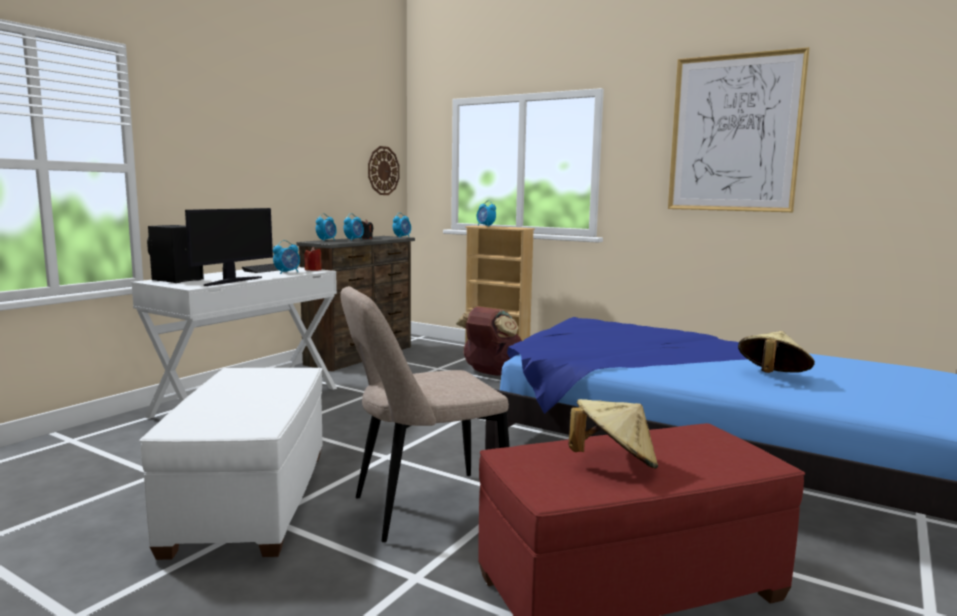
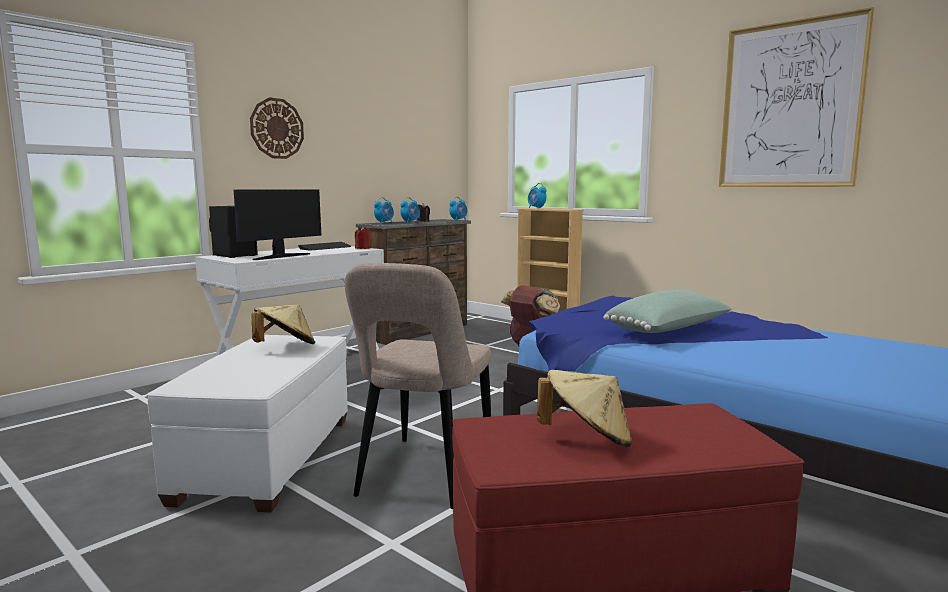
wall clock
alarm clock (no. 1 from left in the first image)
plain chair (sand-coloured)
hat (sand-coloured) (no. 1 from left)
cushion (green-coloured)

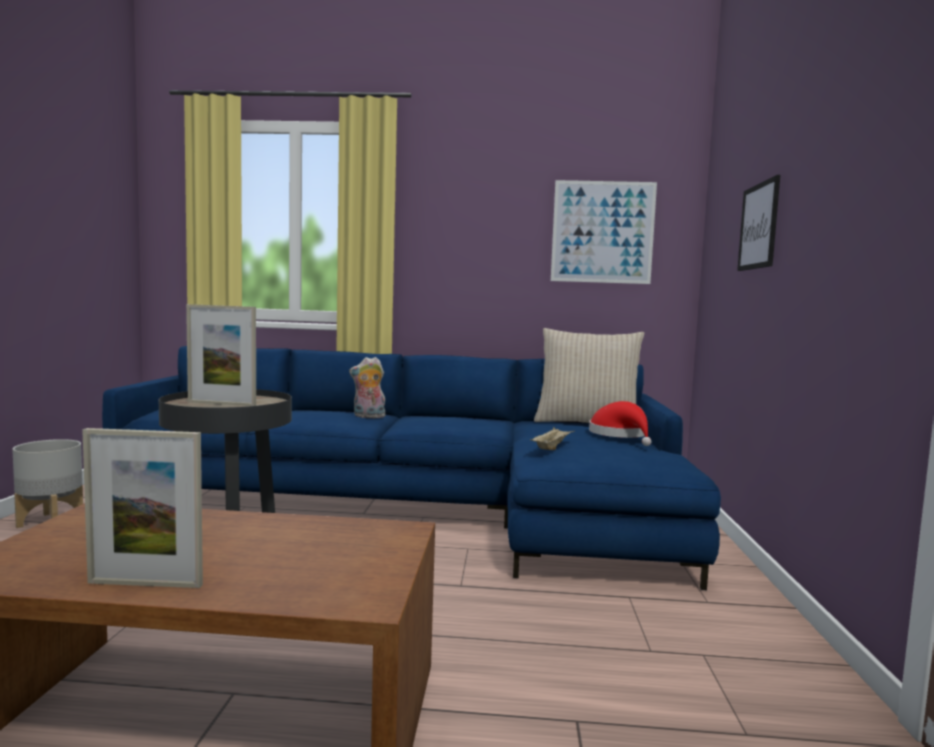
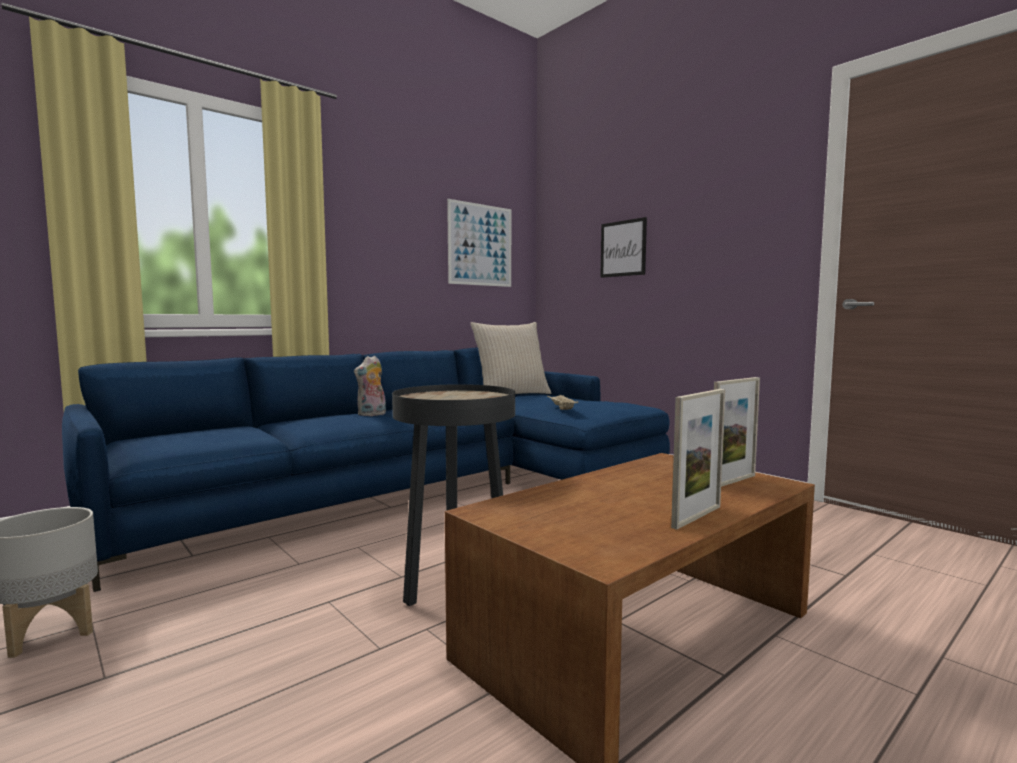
standing frame (no. 2 from left)
hat (red)

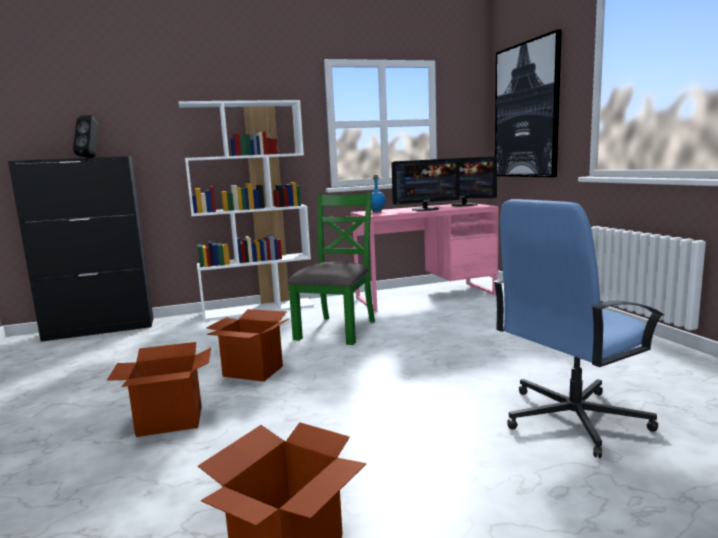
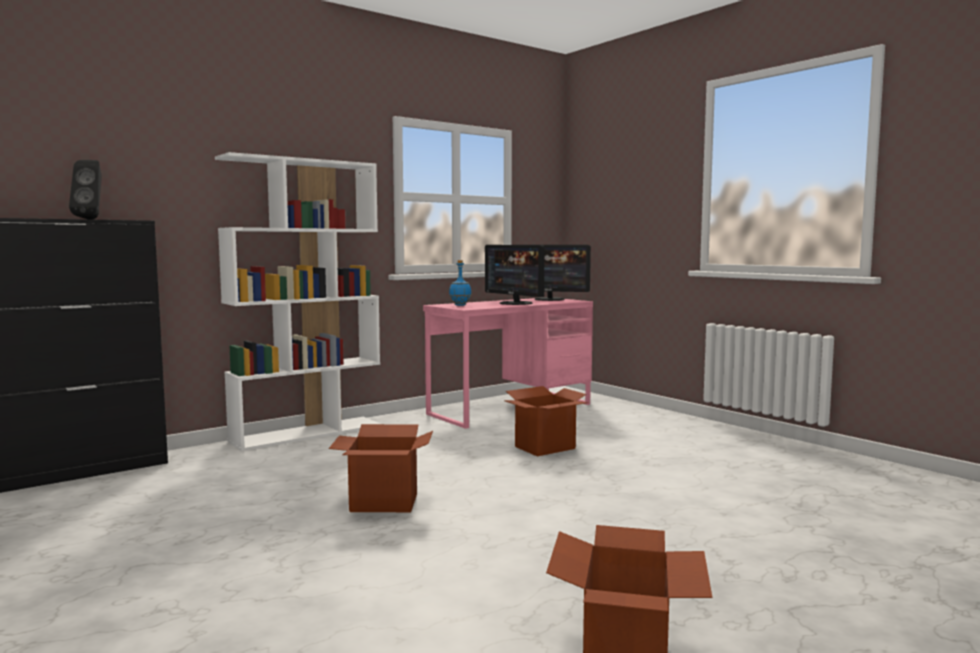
picture
monitor (no. 1 from left)
plain chair (green-coloured)
computer chair (blue)
packing box (no. 2 from left)

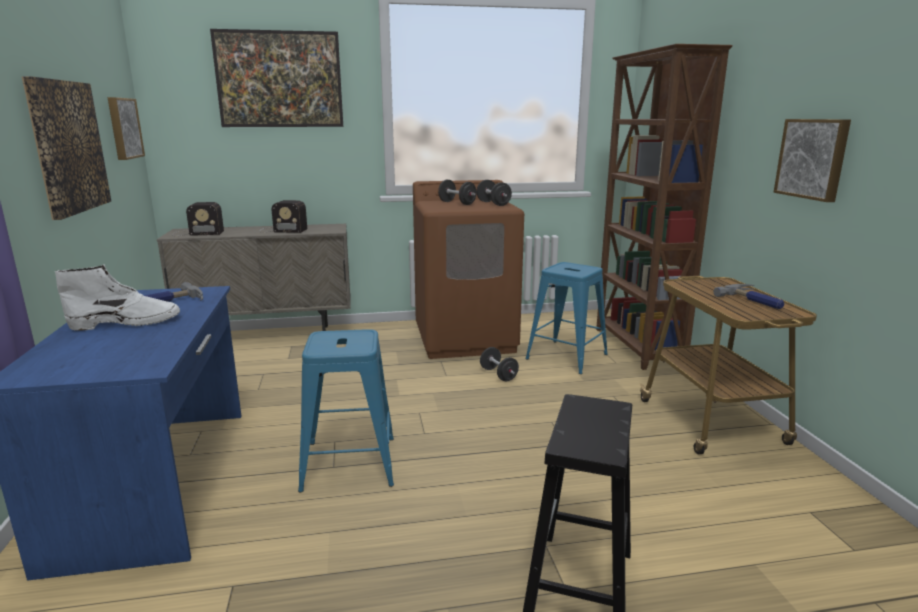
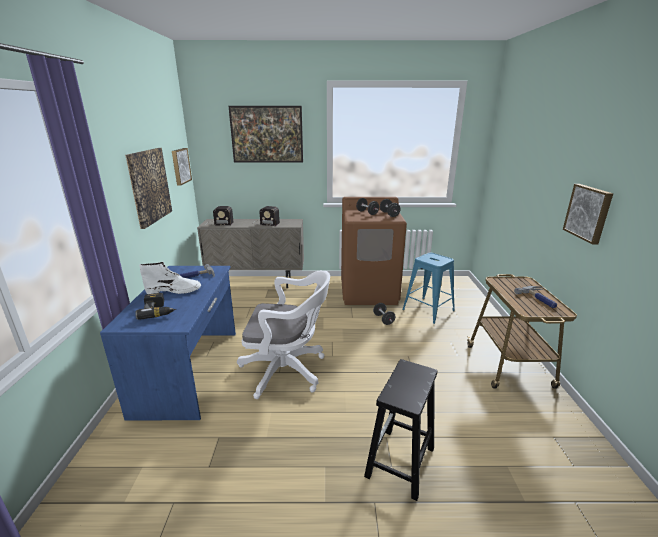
bookshelf (brown-coloured)
computer chair (white)
power drill

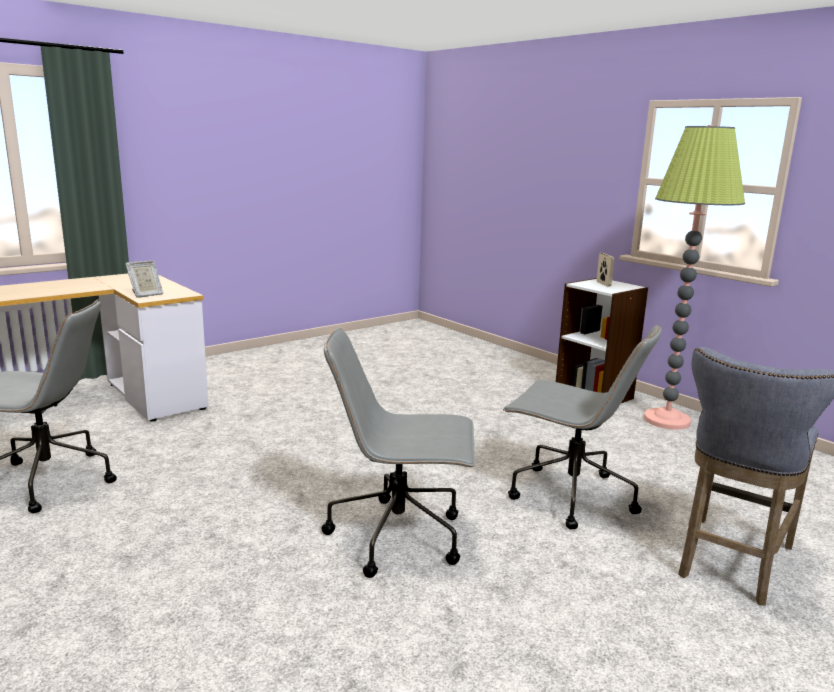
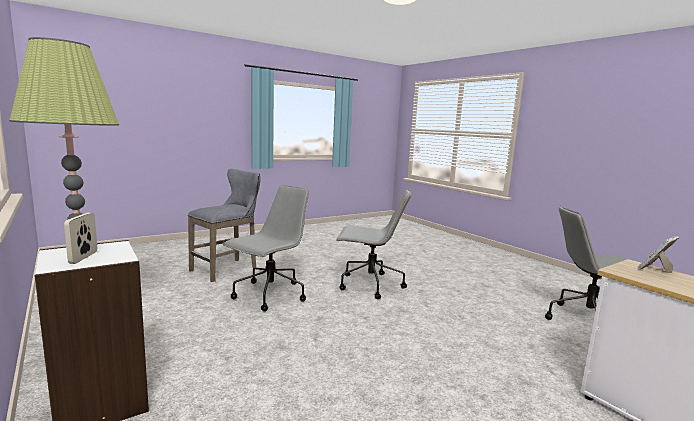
computer chair (greyish) (no. 1 from left)

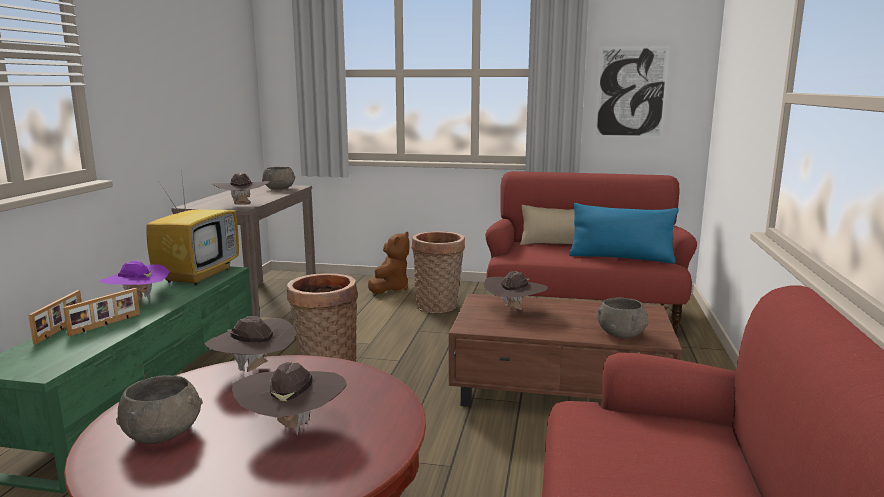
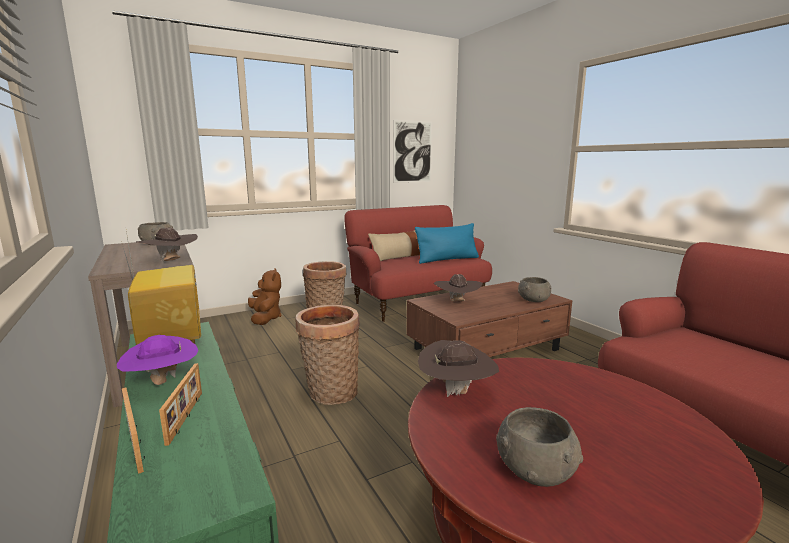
hat (brown-coloured) (no. 3 from left in the first image)

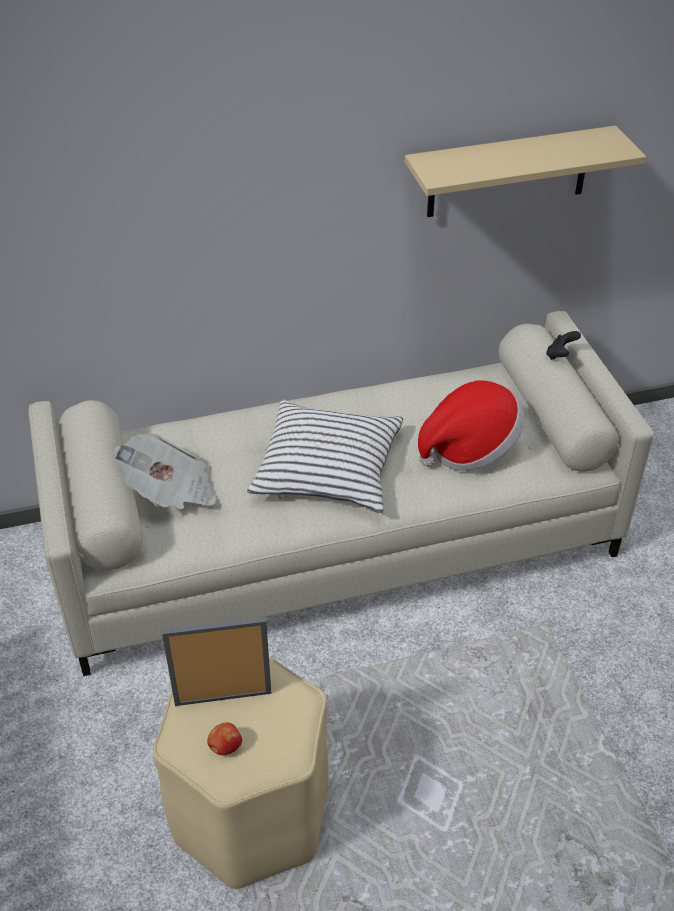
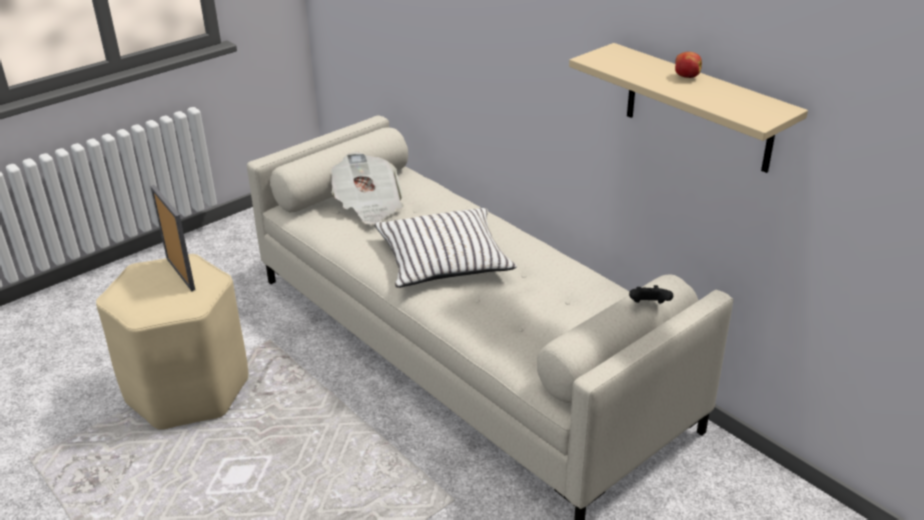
hat
whole apple

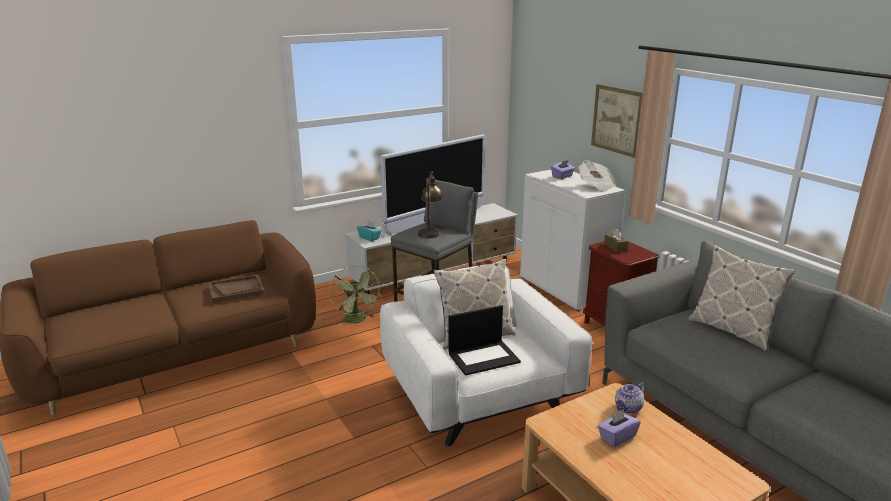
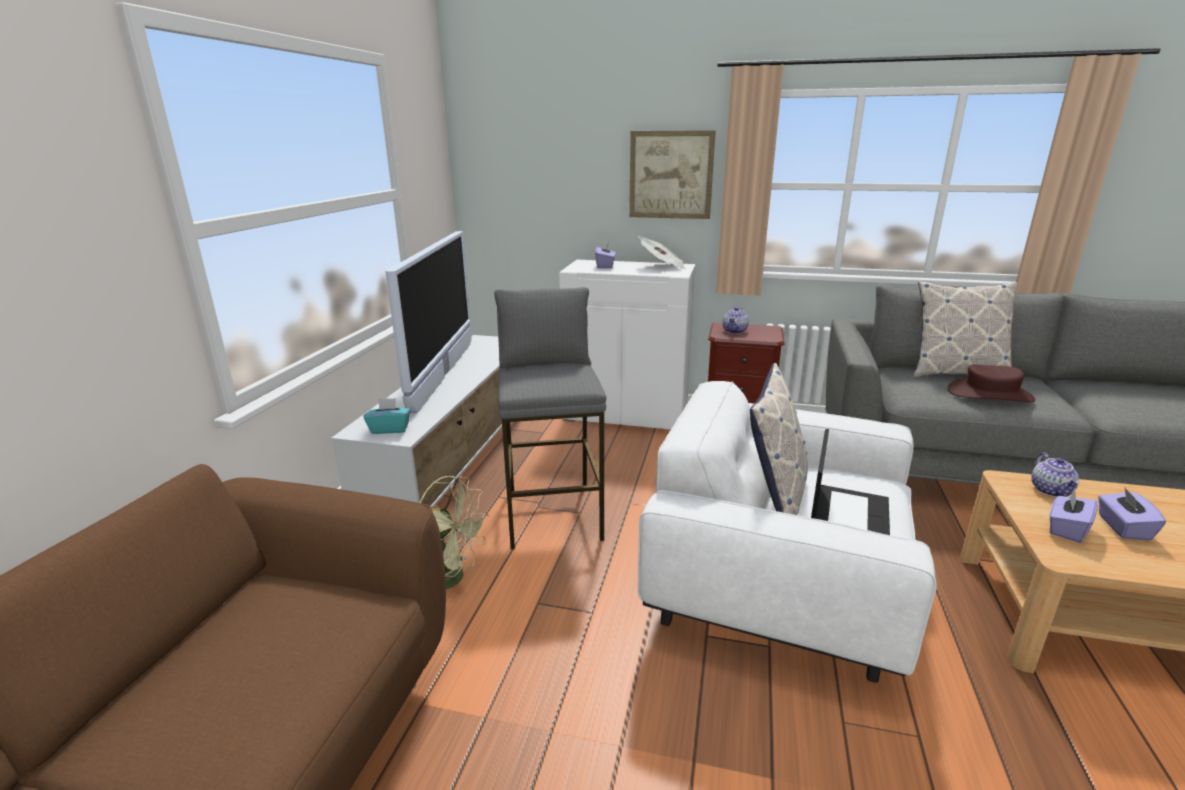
table lamp
teapot (no. 1 from left)
tray (brown-coloured)
hat (brown-coloured)
box of tissues (purplish) (no. 2 from left)

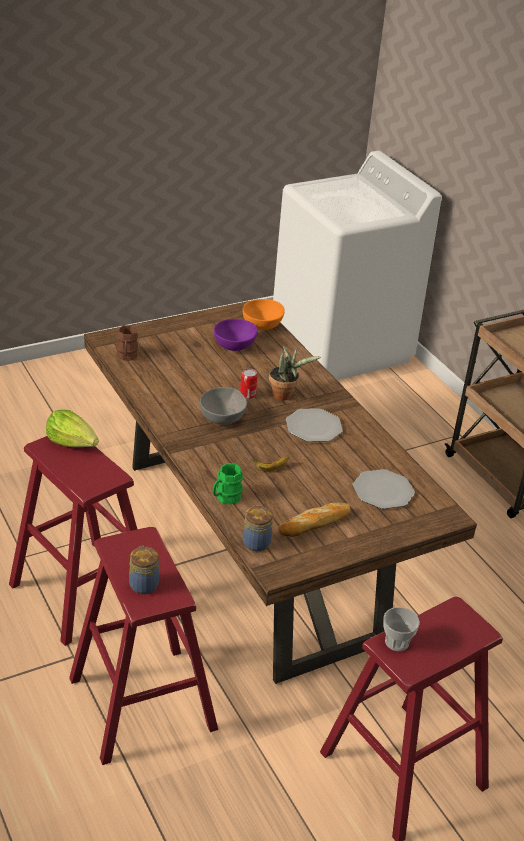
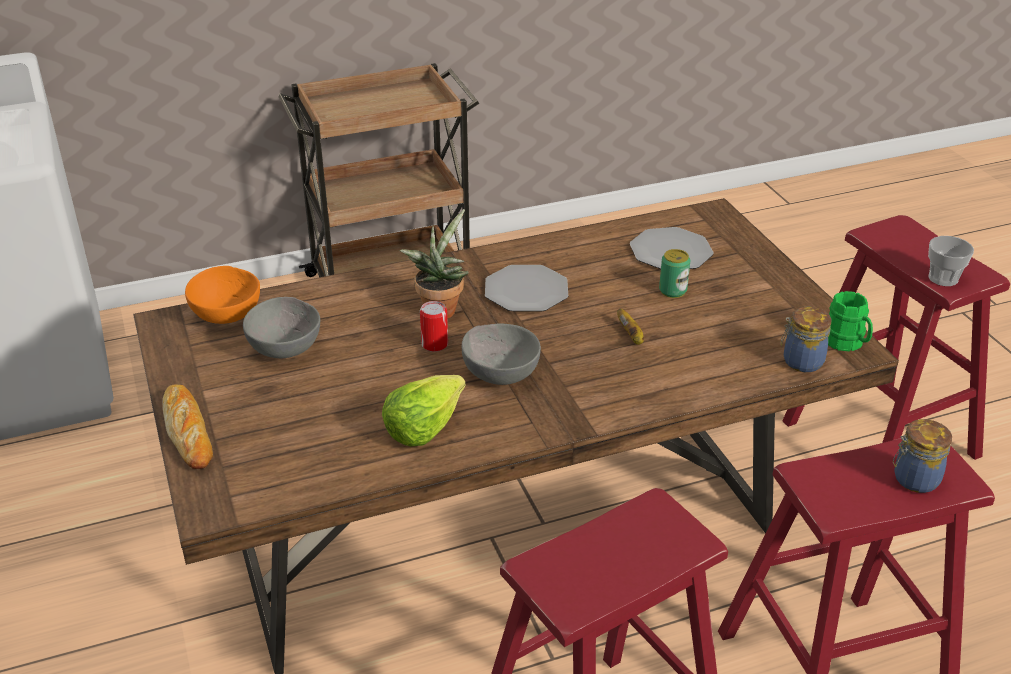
bowl (greyish) (no. 1 from left)
coffee mug (brown-coloured)
lettuce
coffee mug (green-coloured)
bakery bread
metal can (no. 2 from left)

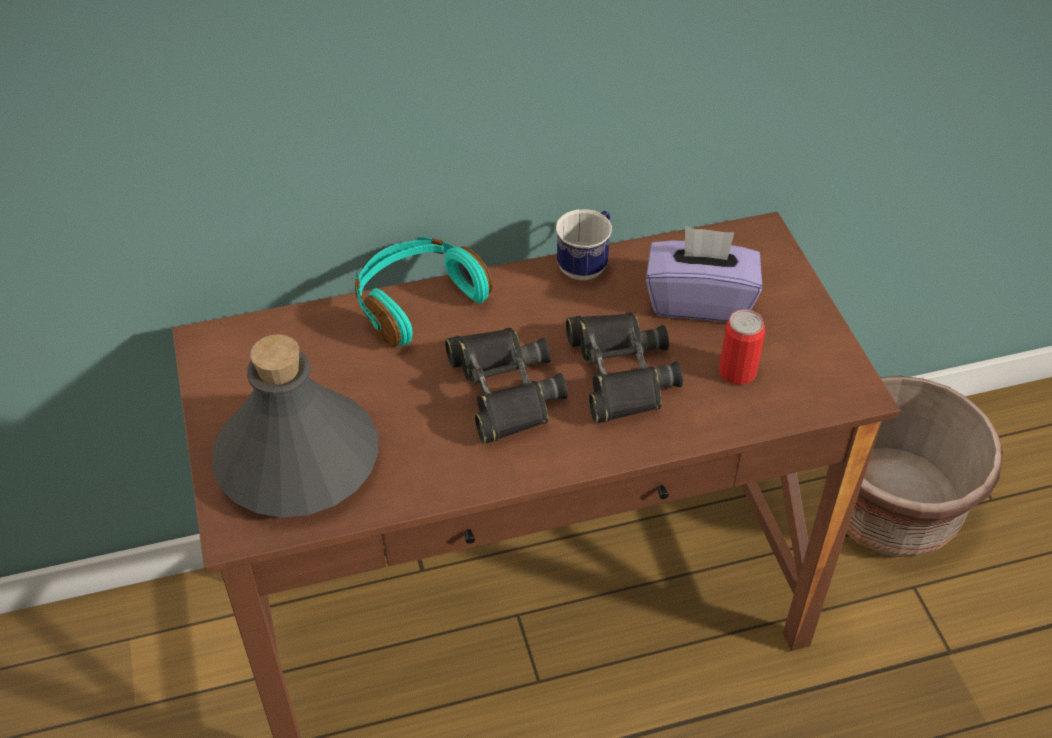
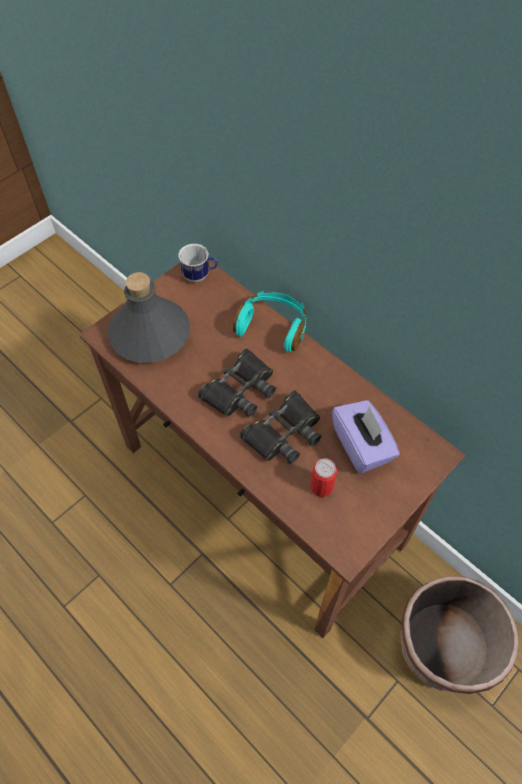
coffee mug

